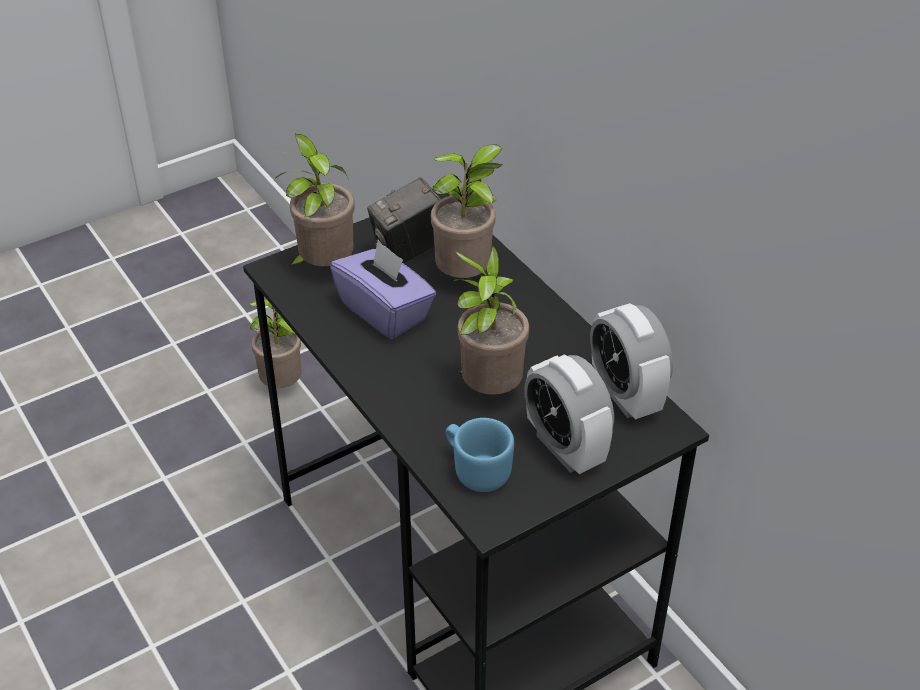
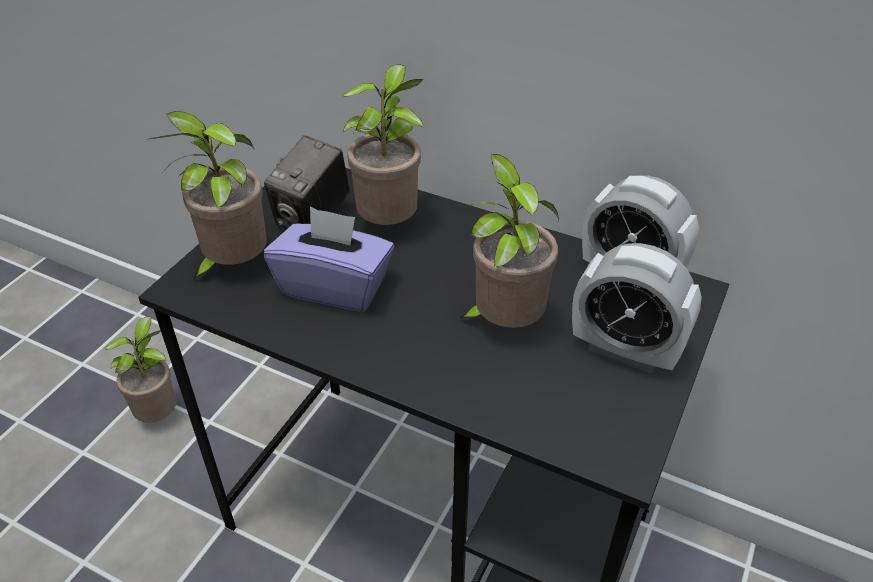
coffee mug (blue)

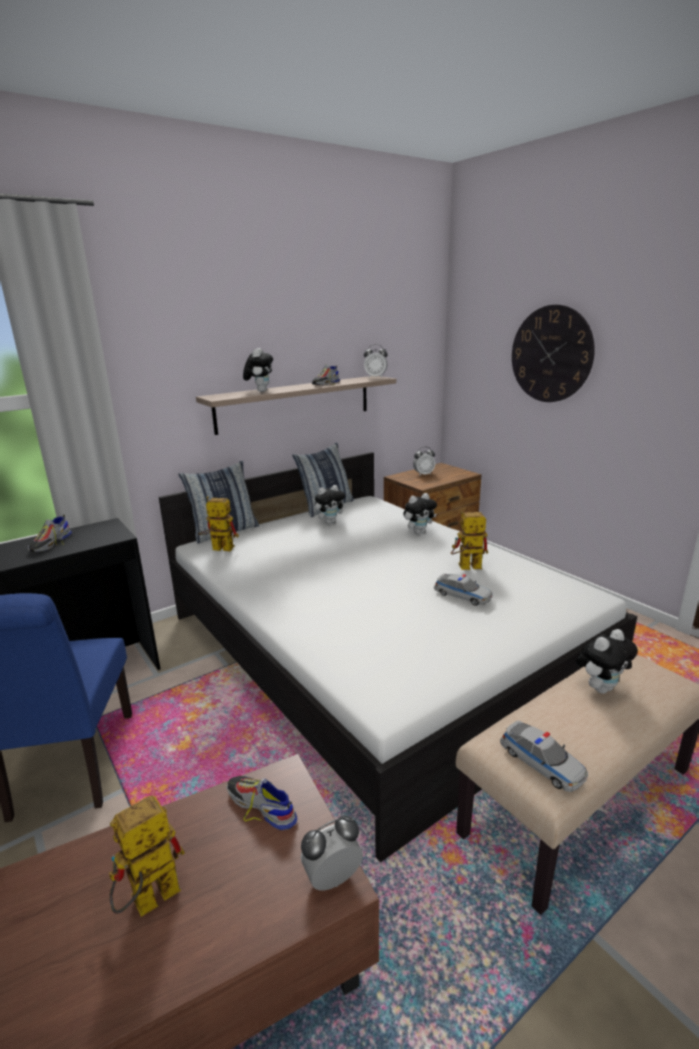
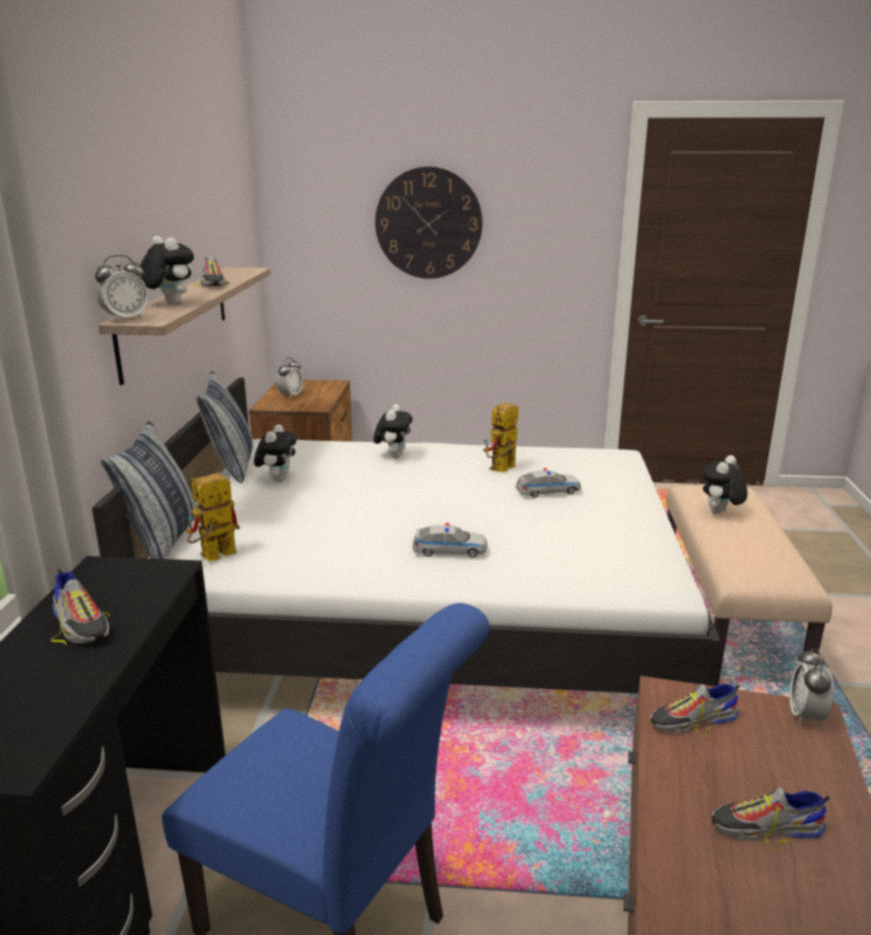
alarm clock (no. 1 from left)
cuddly toy (no. 4 from left)
miniature car (no. 1 from left)
item of footwear (no. 4 from left)

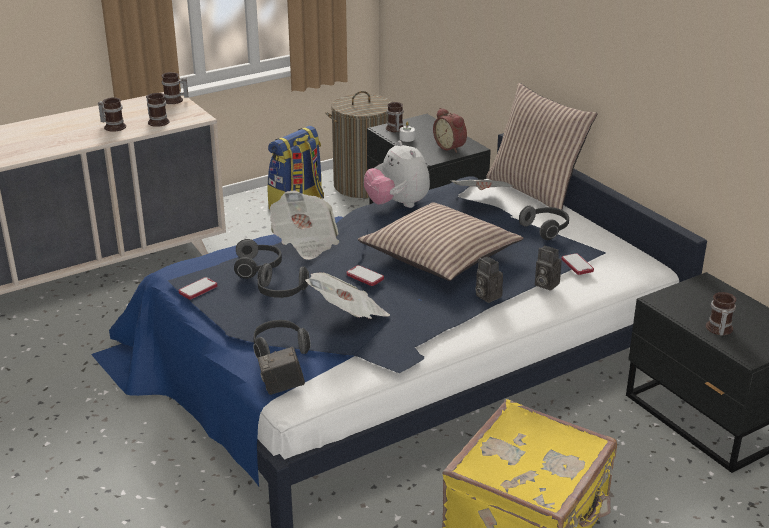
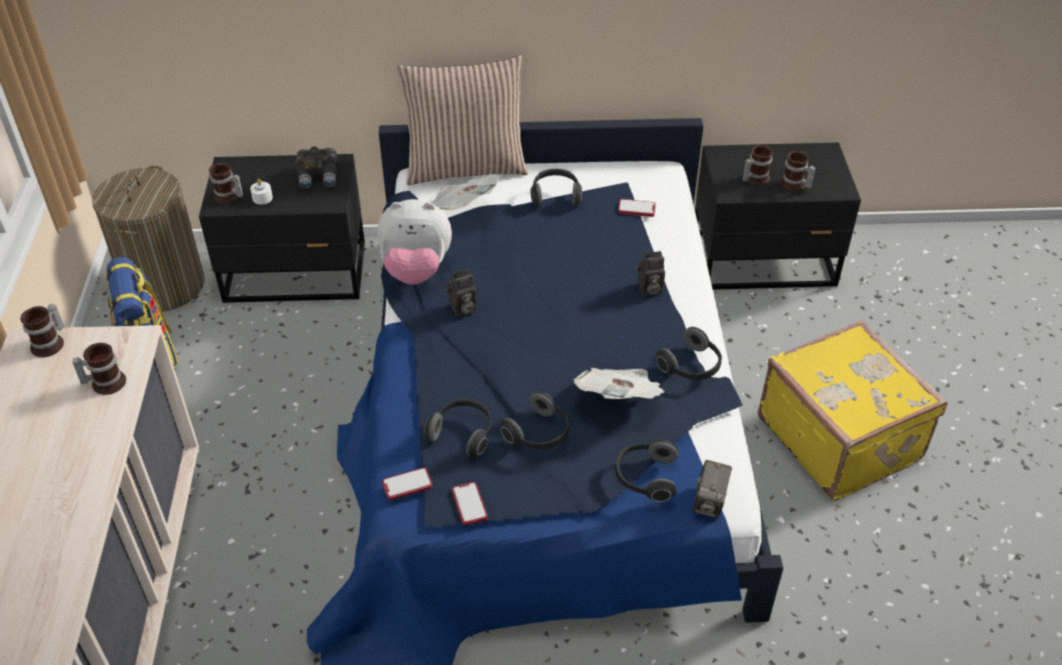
coffee mug (no. 4 from left)
pair of binoculars (greyish)
daily paper (no. 1 from left in the first image)
cushion (no. 1 from left in the first image)
still camera (no. 1 from left)
telephone (no. 1 from left)
headphones (no. 5 from left)

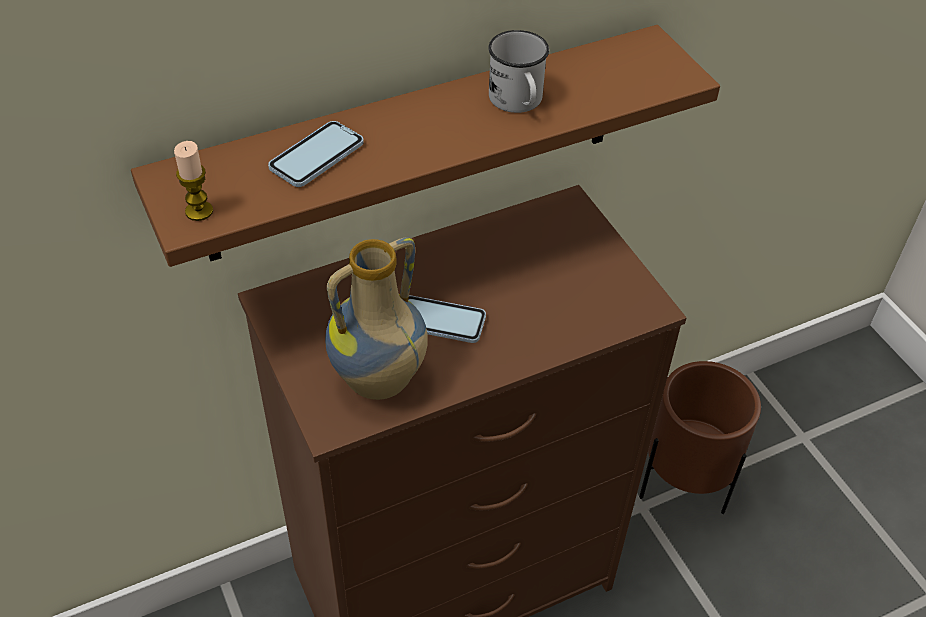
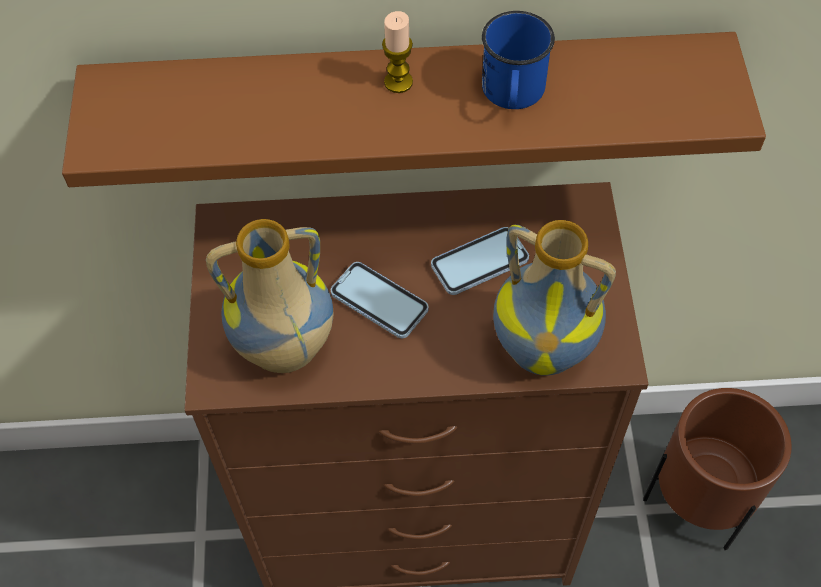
coffee mug (blue)
telephone (no. 2 from left)
candle
flower vase (no. 2 from left)

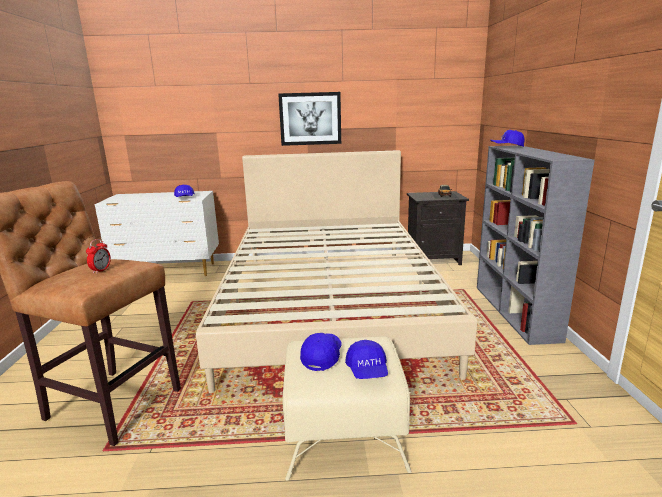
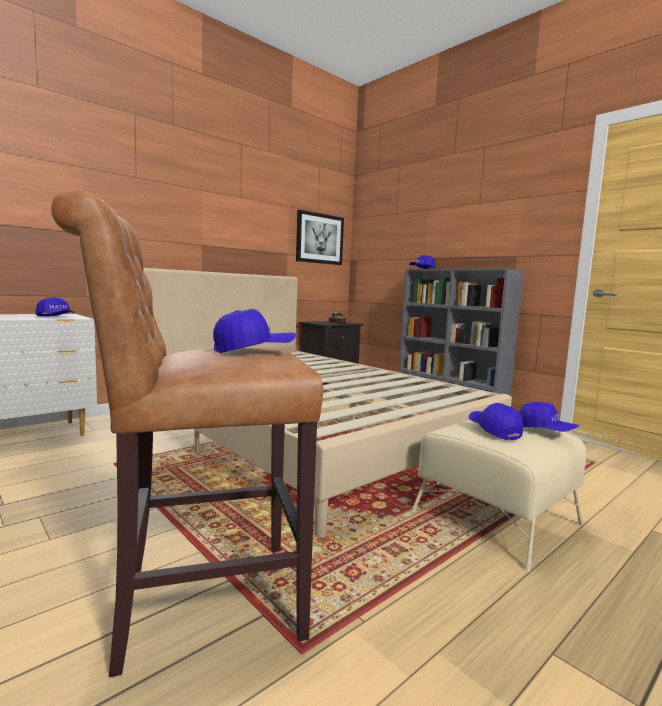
picture
baseball cap (blue) (no. 2 from left)

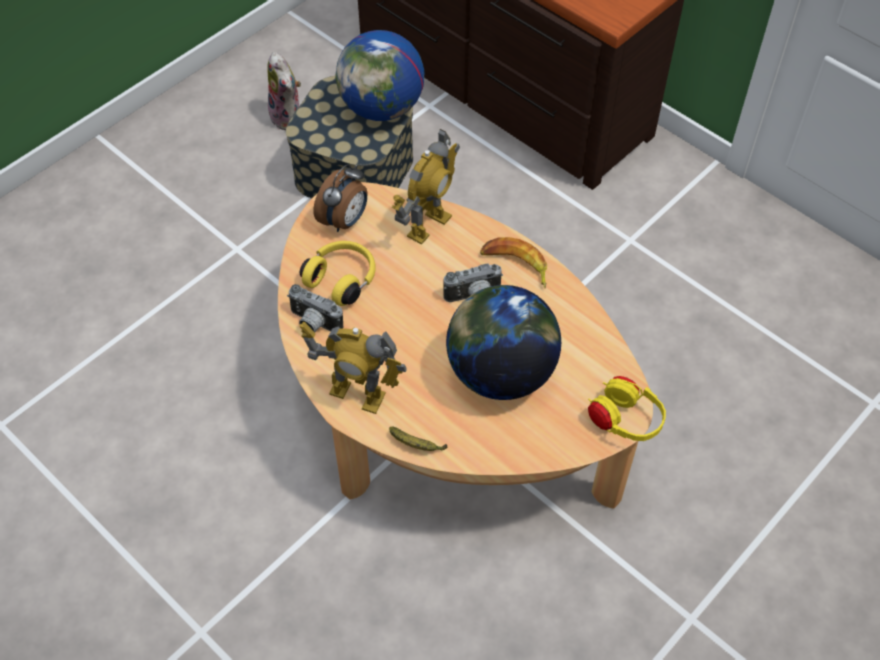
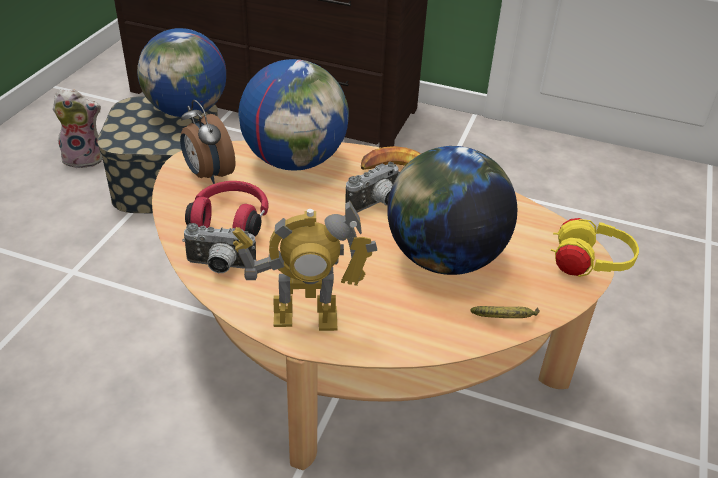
cuddly toy
globe (no. 2 from left)
alarm clock
headphones (red)
banana fruit (no. 2 from left)

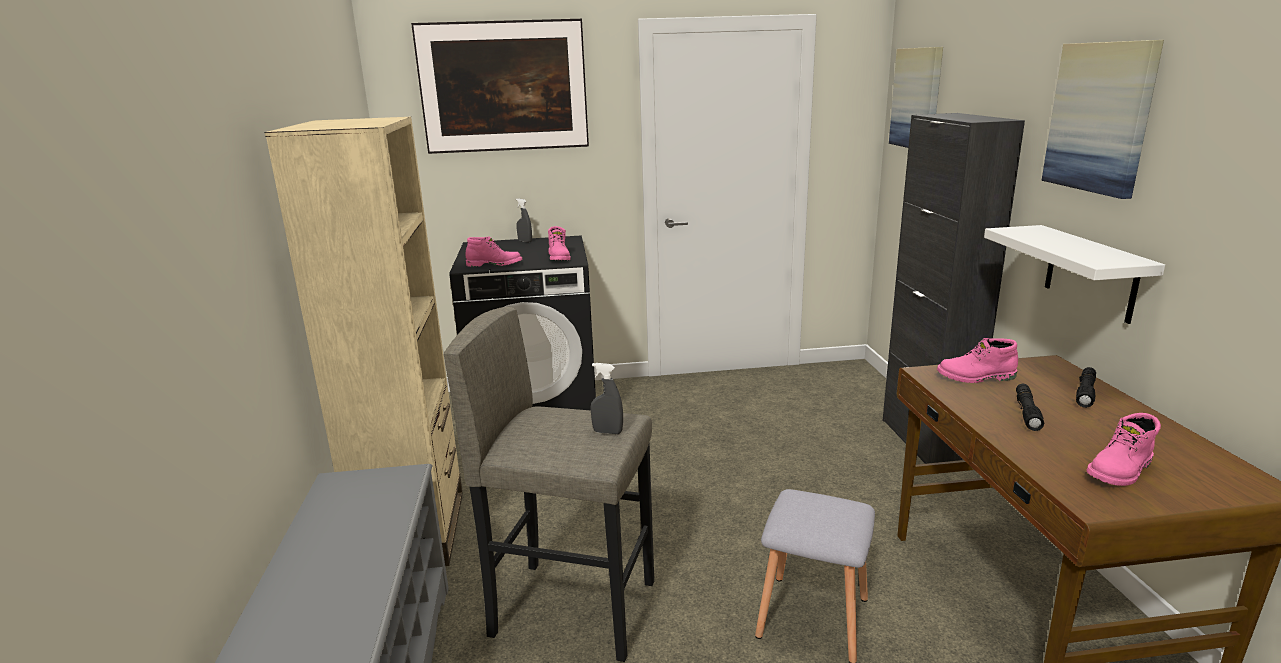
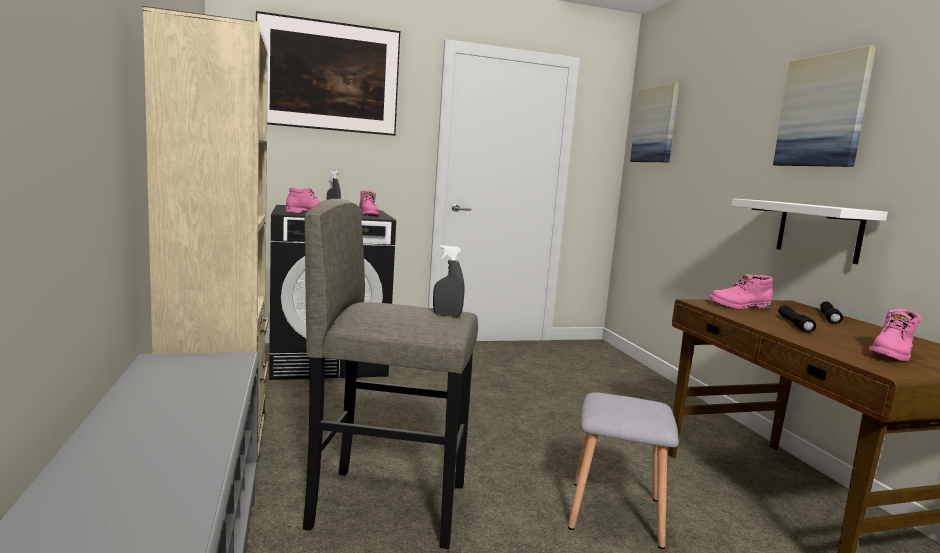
cabinet (blackish)

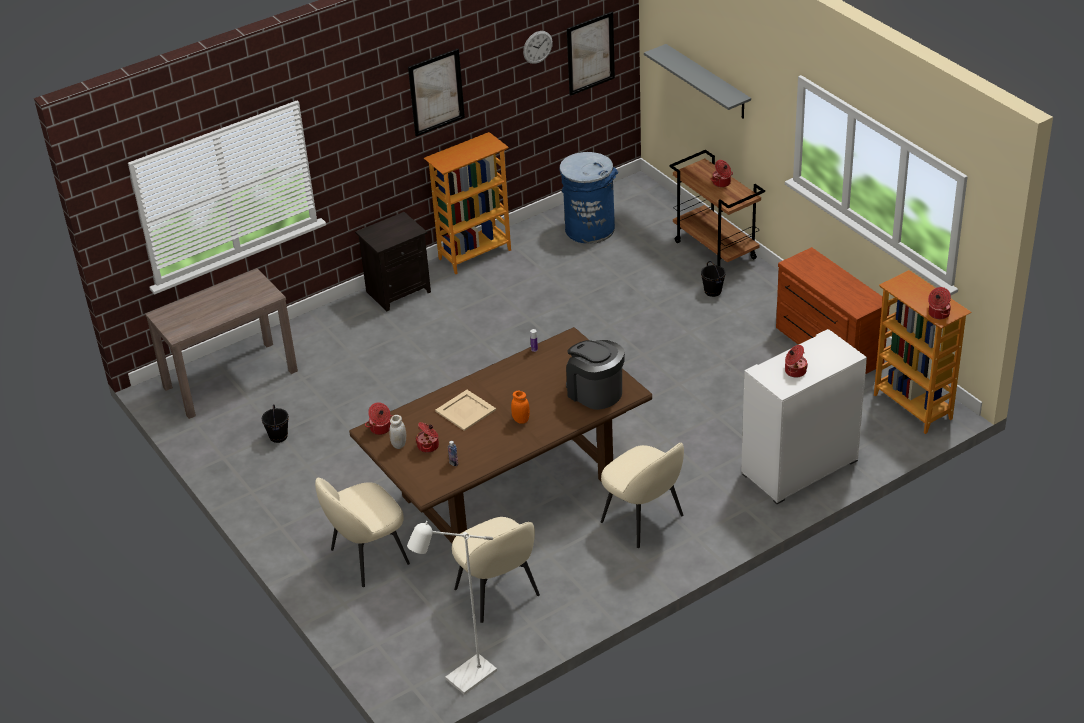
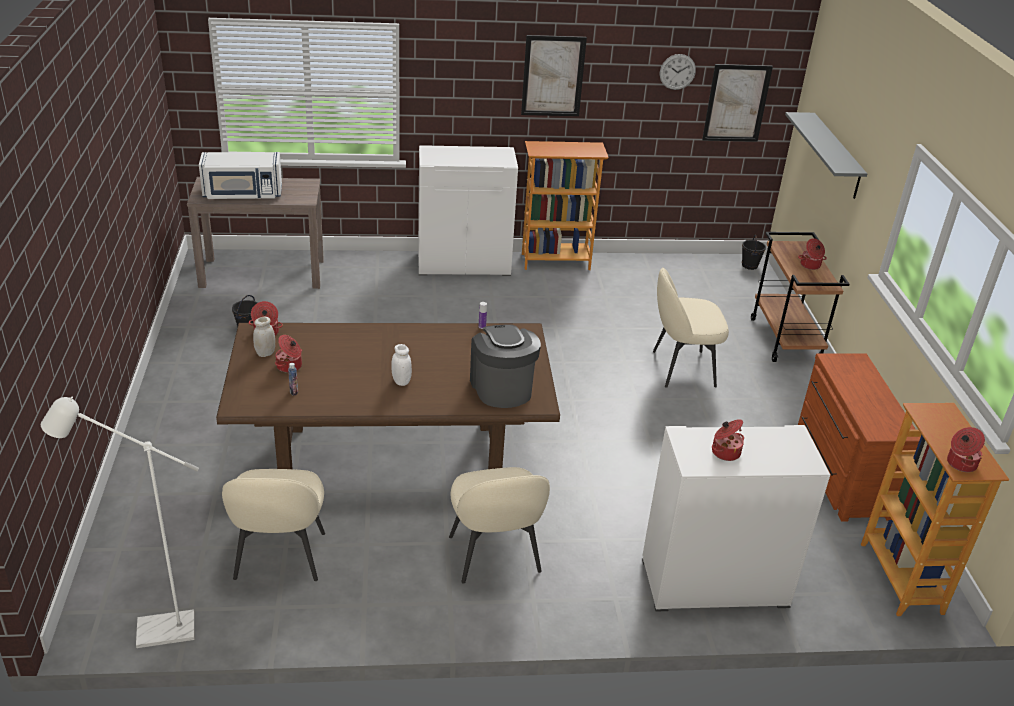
trash can (blue)
cabinet (white) (no. 1 from left)
water bucket (blackish) (no. 2 from left)
tray (sand-coloured)
preserve jar (white) (no. 2 from left)
plain chair (sand-coloured) (no. 3 from left)
microwave (white)

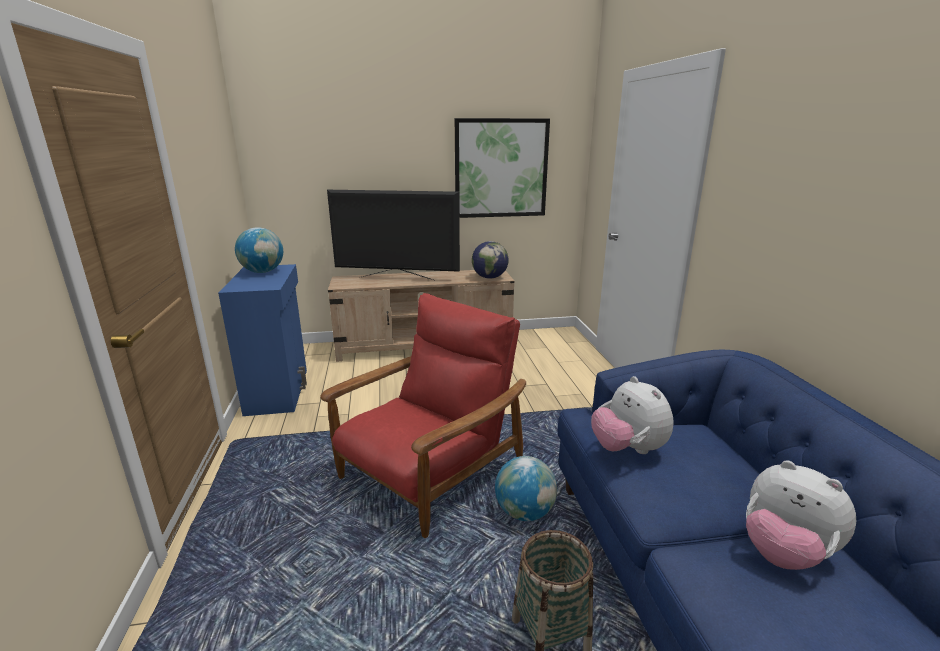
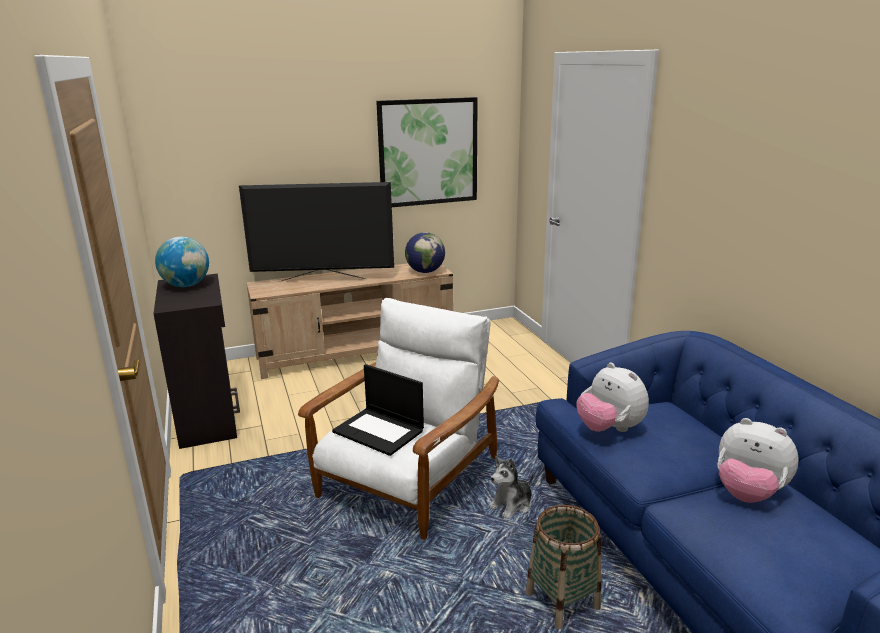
cabinet (blackish)
armchair (white)
cuddly toy (no. 1 from left)
notebook computer

